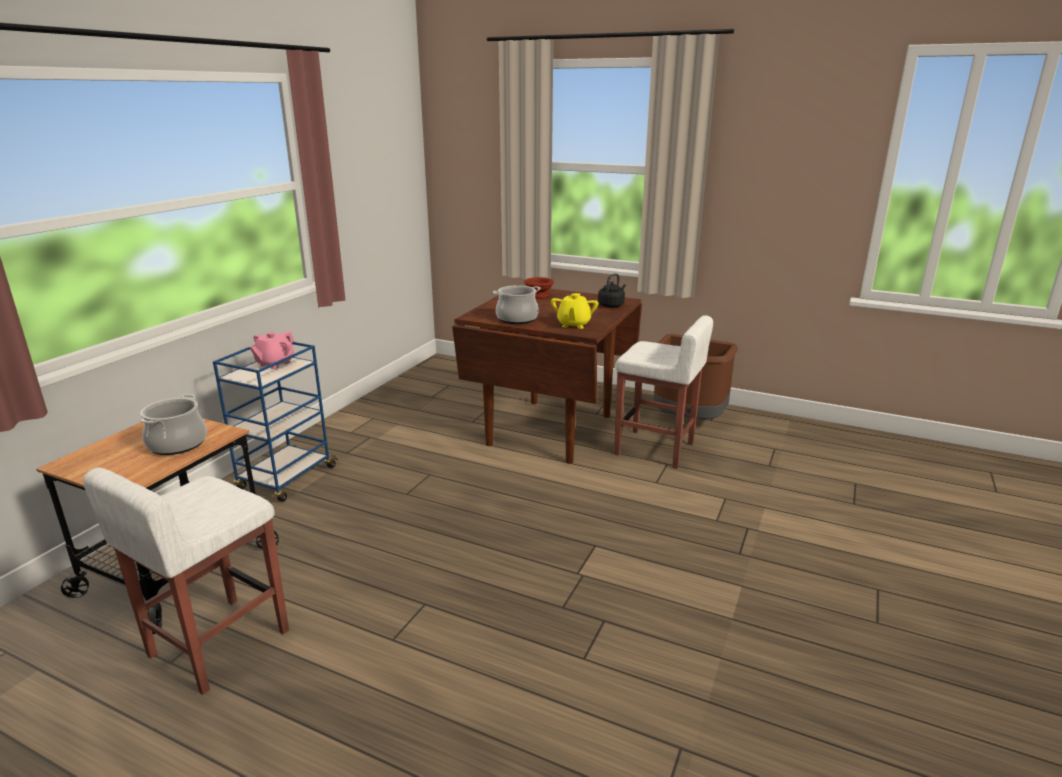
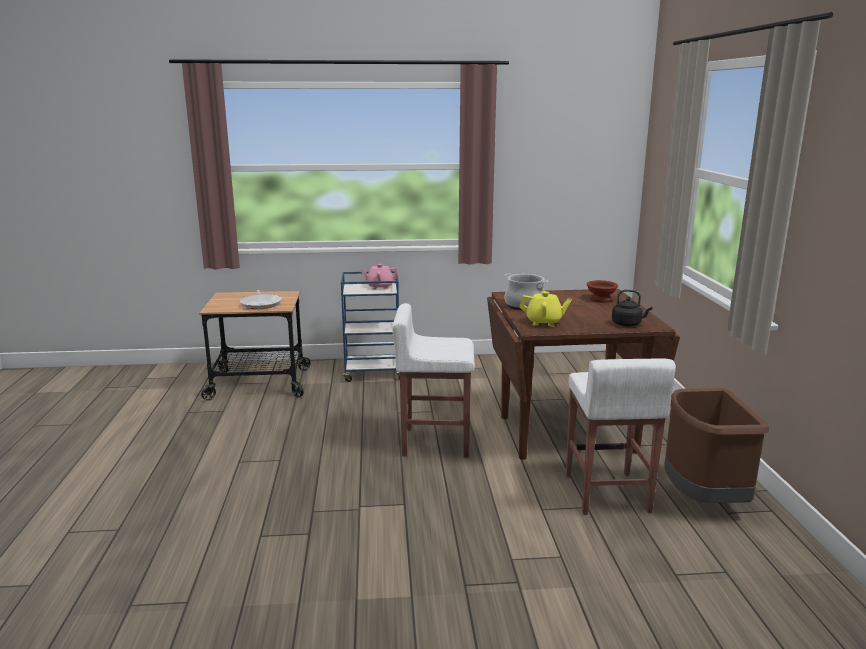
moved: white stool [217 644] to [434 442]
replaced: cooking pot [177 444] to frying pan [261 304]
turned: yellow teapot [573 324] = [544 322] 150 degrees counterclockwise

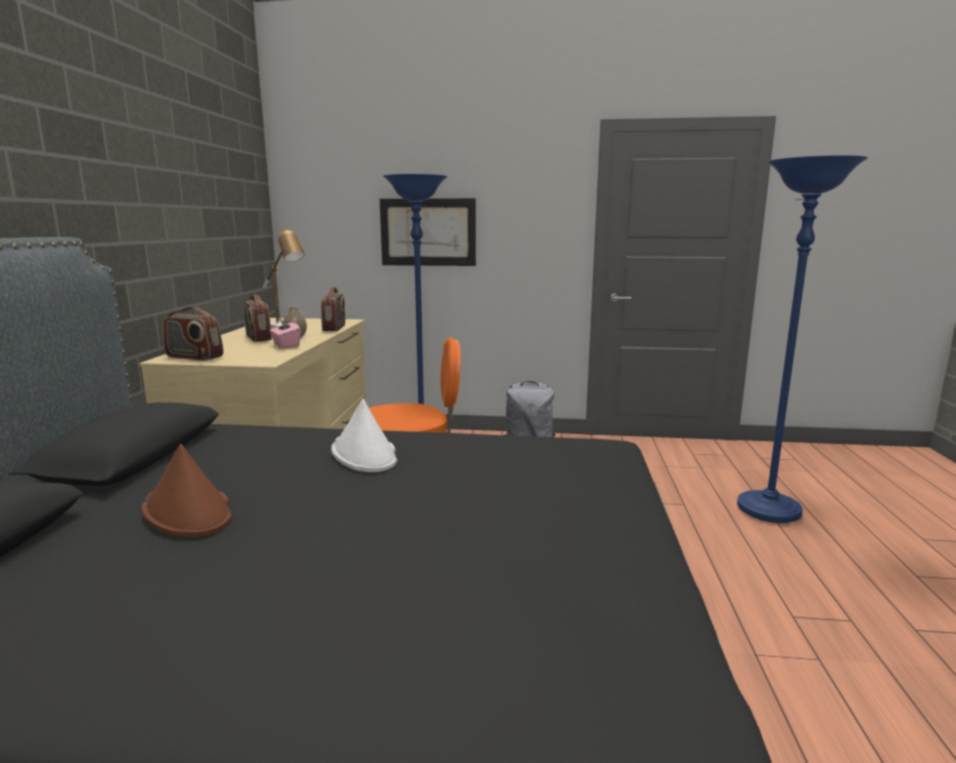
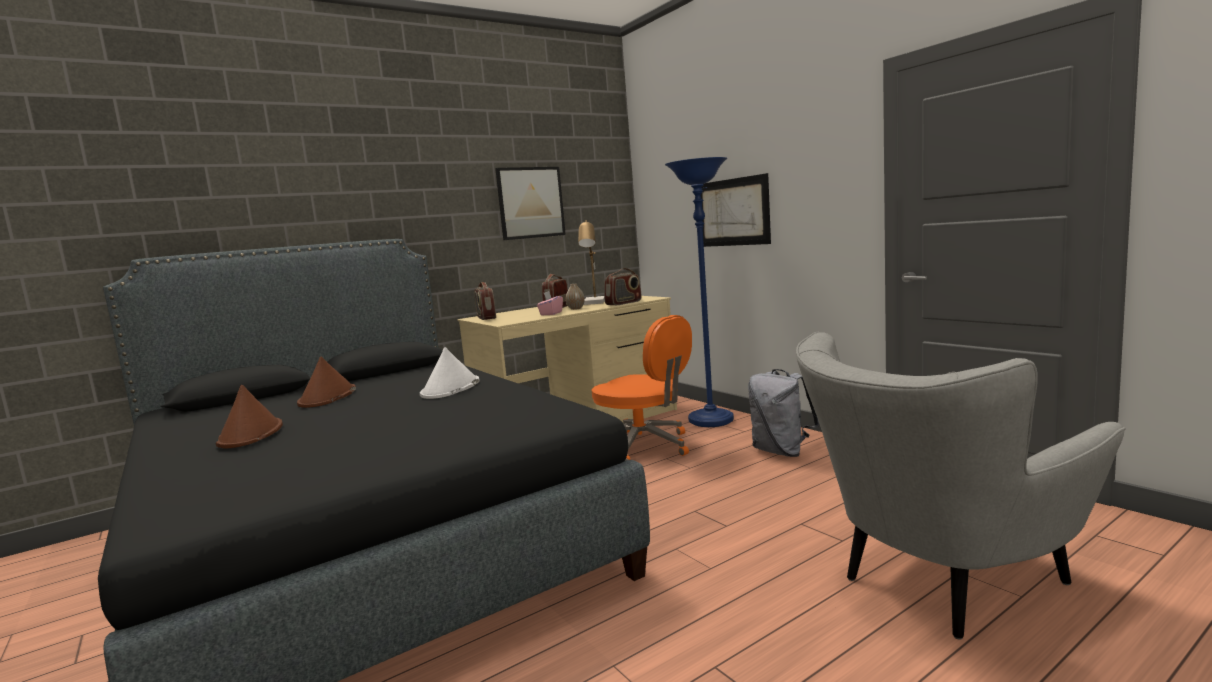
added: brown hat [251 435]; picture [530 203]
replaced: blue floor lamp [768 510] to grey armchair [940 584]

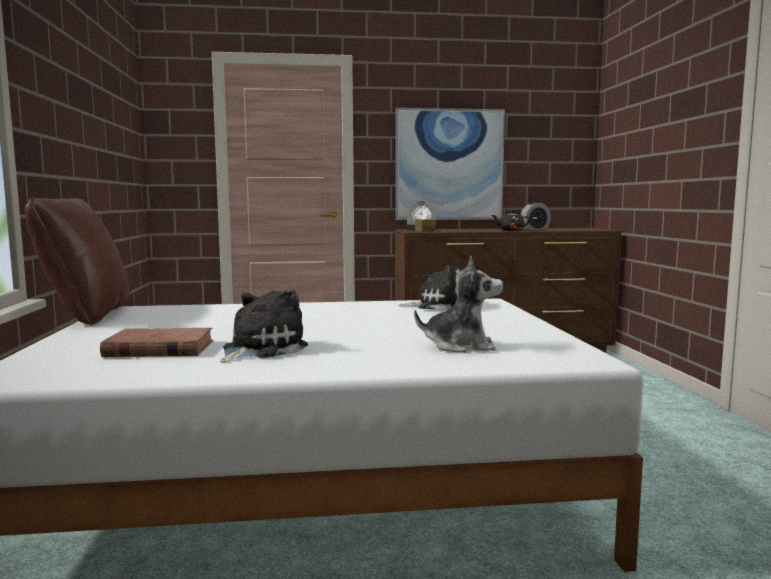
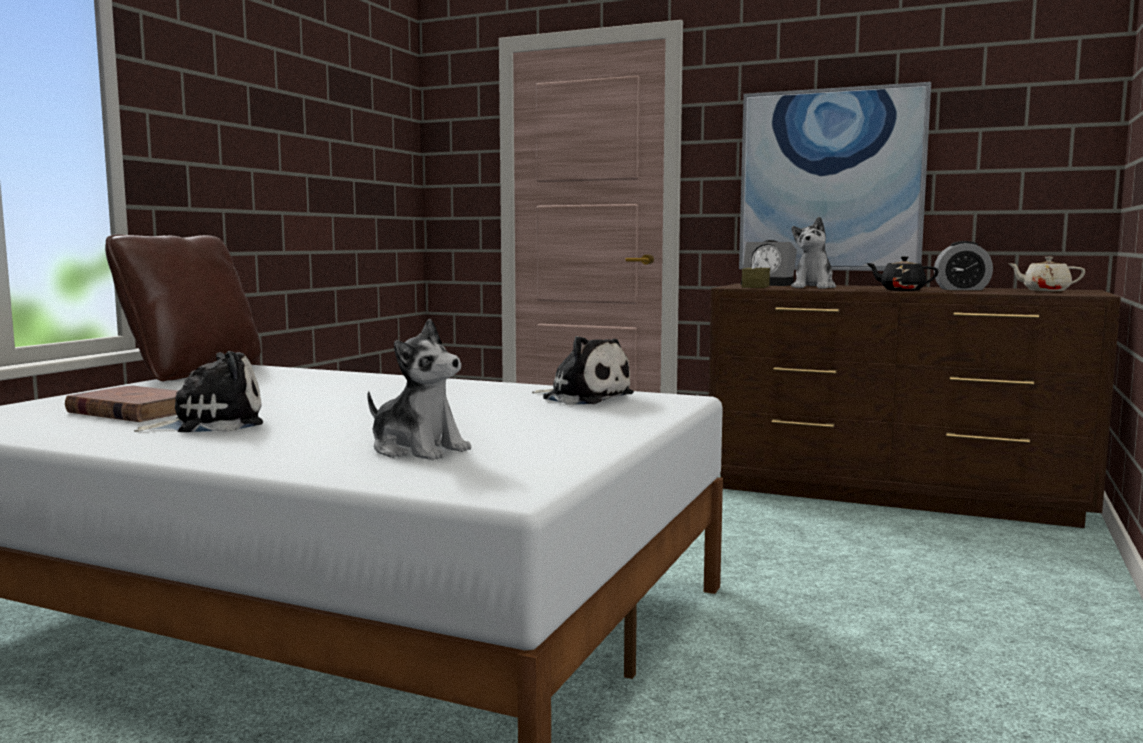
added: plush toy [813 287]; beige teapot [1045 290]

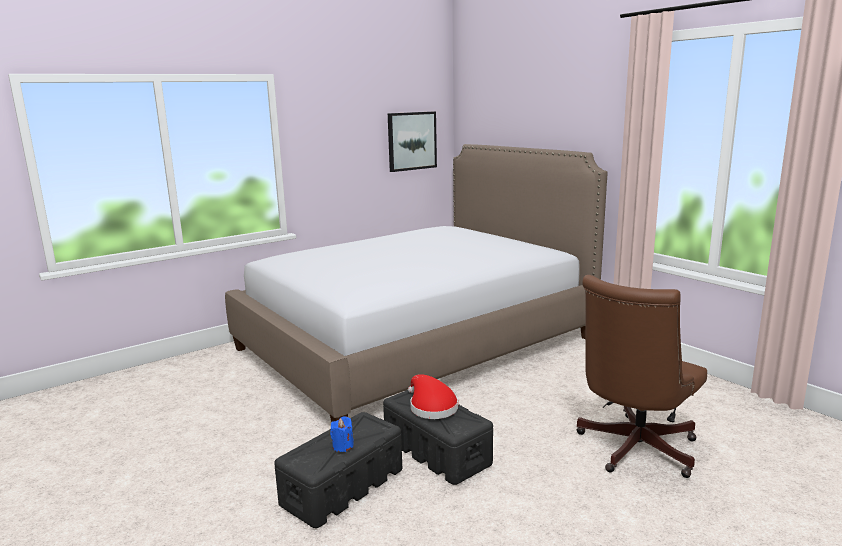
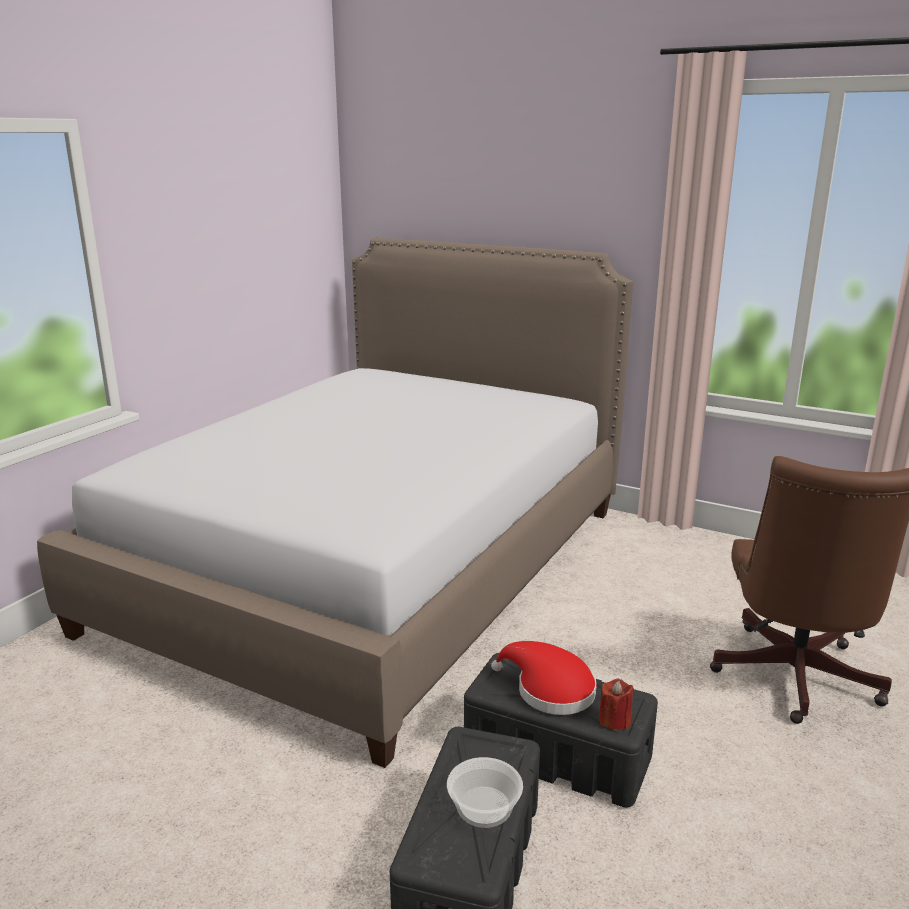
removed: picture [411 141]
added: red candle [614 720]
replaced: blue candle [343 446] to bowl [483 806]

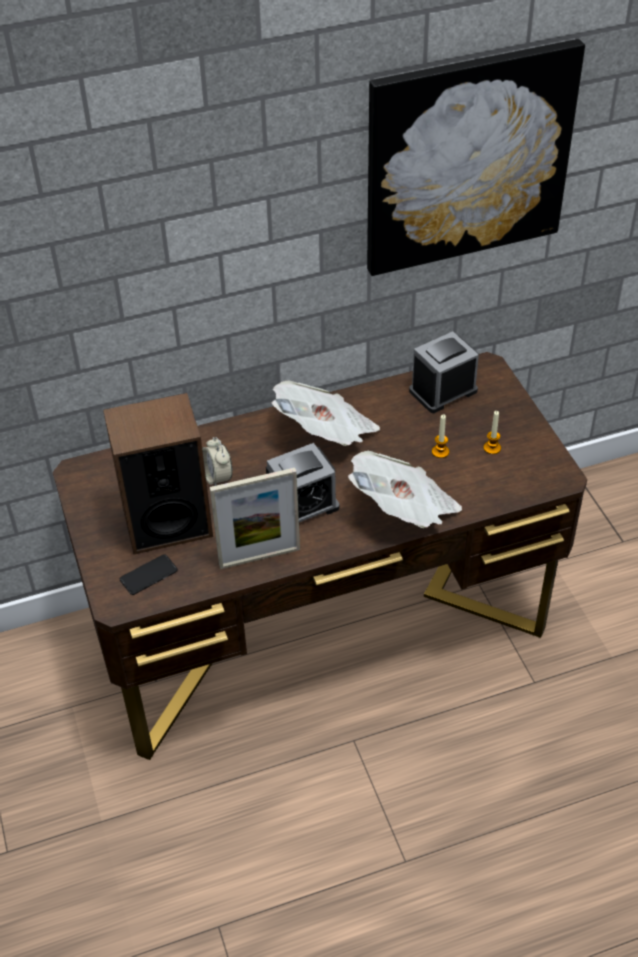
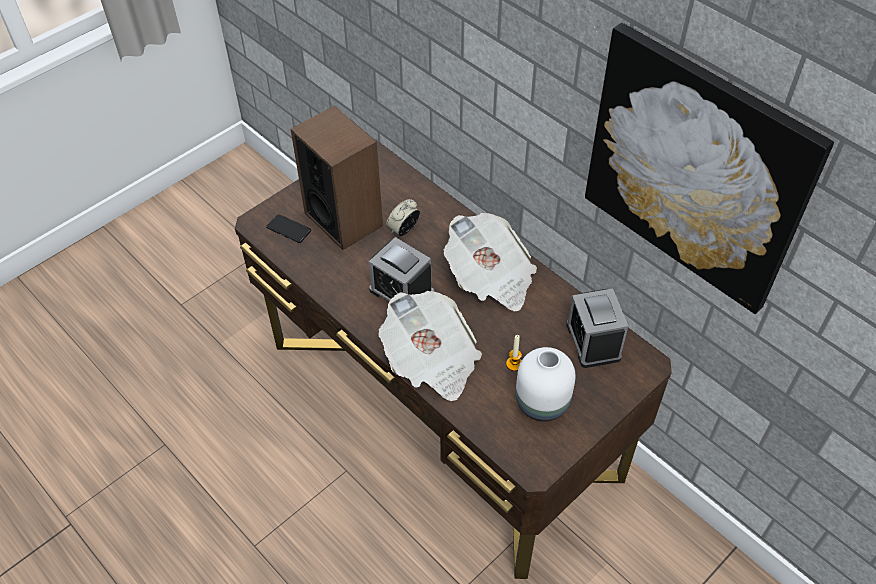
removed: picture frame [259 557]
replaced: candle [492 448] to white vase [541 401]
turned: alarm clock [443 391] = [593 341] 135 degrees counterclockwise

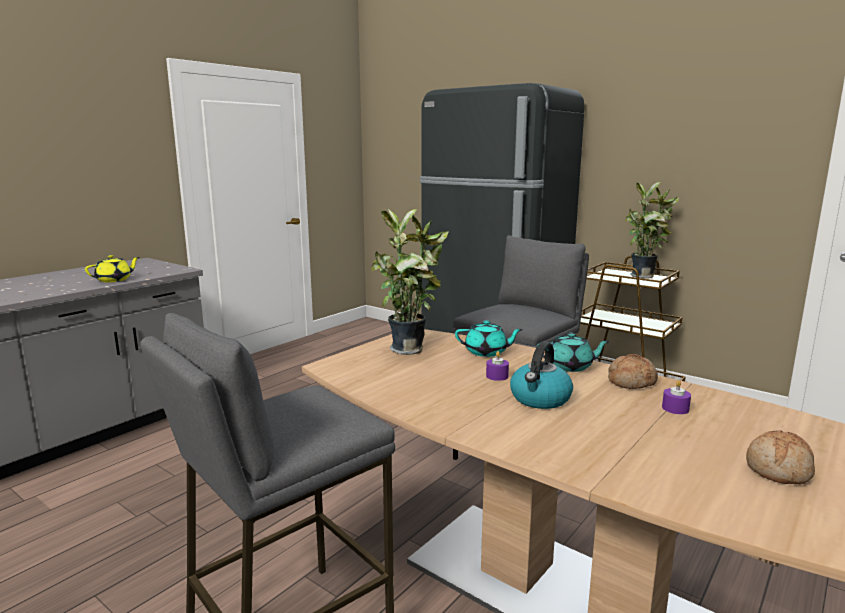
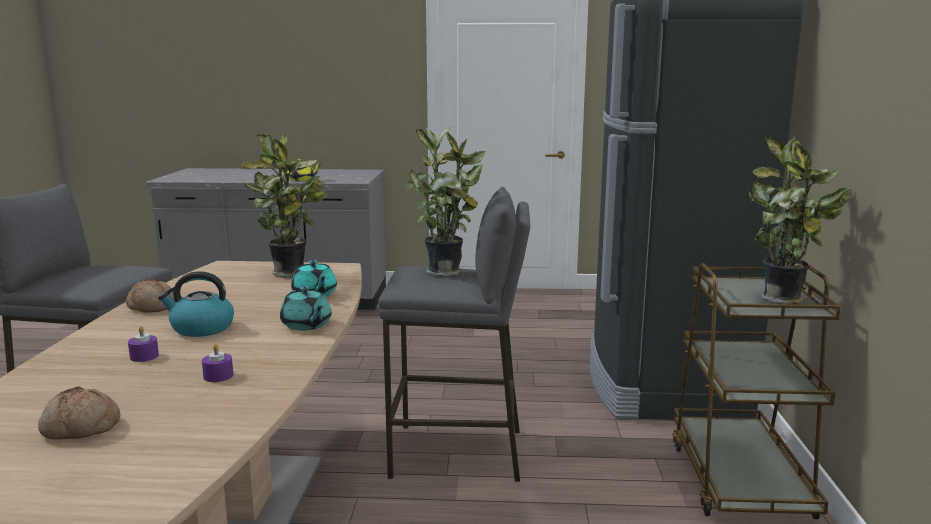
added: potted plant [448 272]
moved: purple candle [497 376] to [144 356]; bread [631 381] to [152 306]

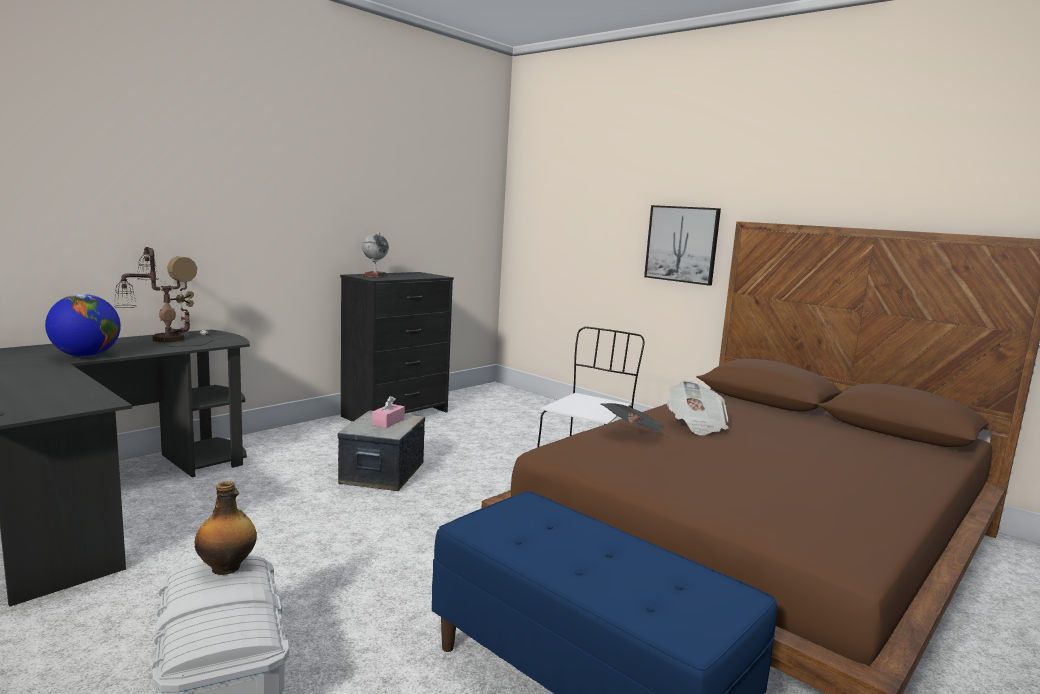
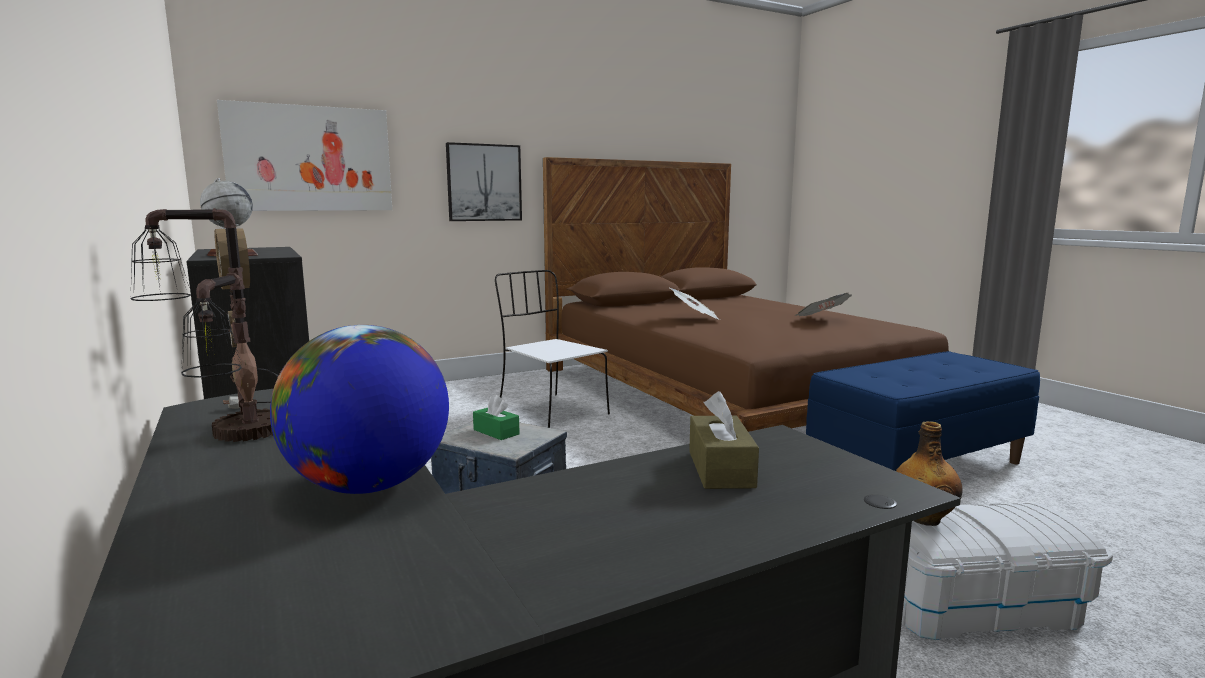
added: picture [310 159]; brown tissue box [720 469]
moved: newspaper [633 435] to [821 319]
recoloured: pink tissue box [388 422] to green tissue box [496 432]

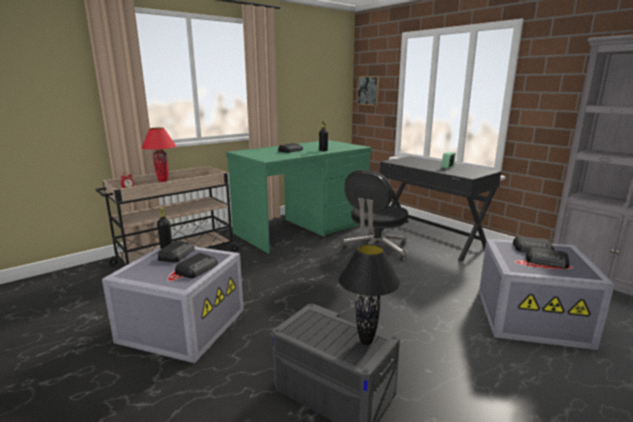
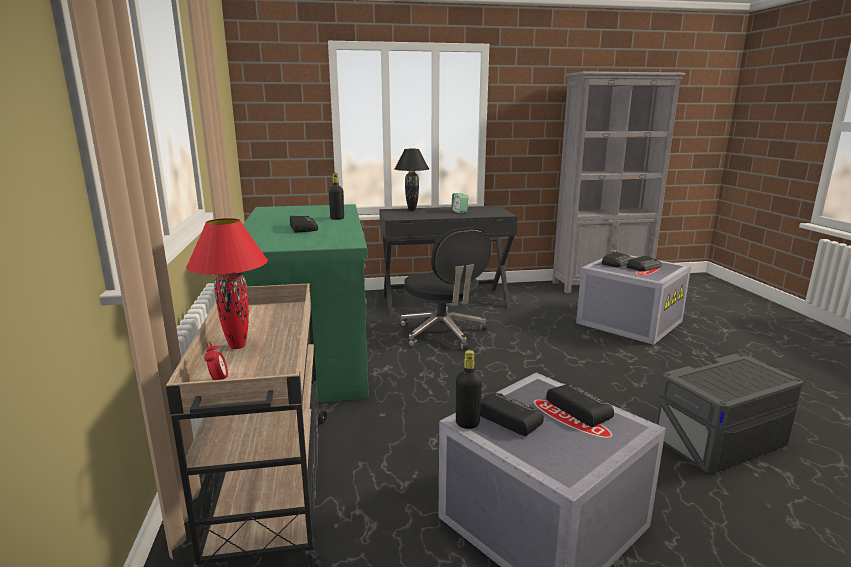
removed: picture [368 90]
moved: black table lamp [366 342] to [412 210]

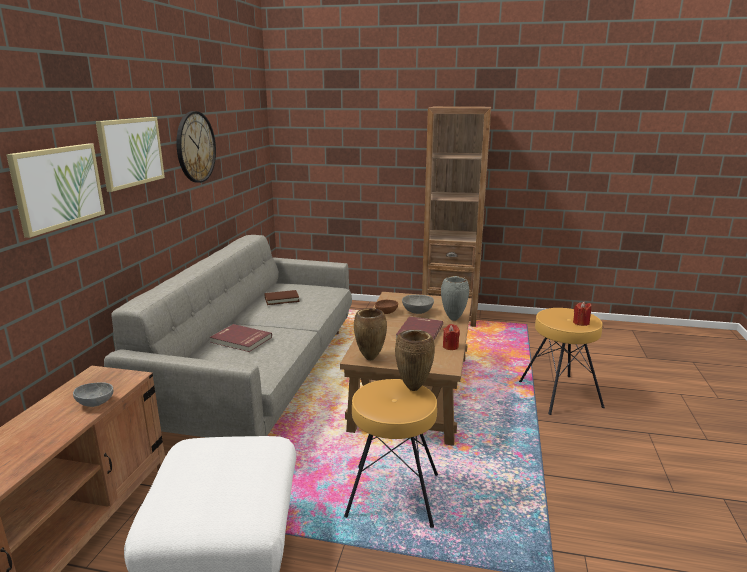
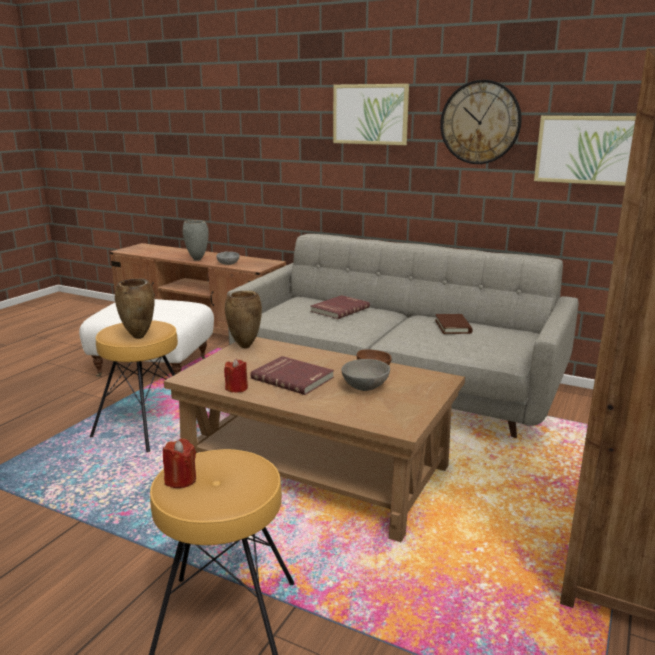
moved: picture [58 187] to [585 150]; grey vase [453 319] to [198 259]

